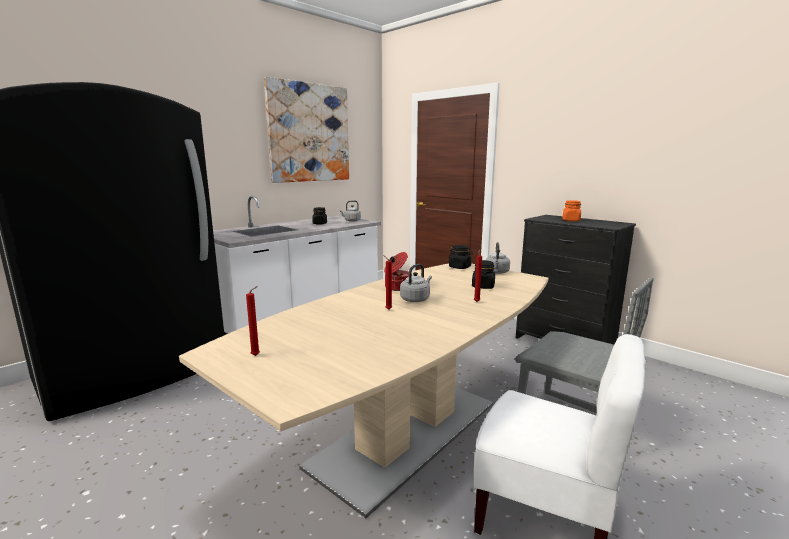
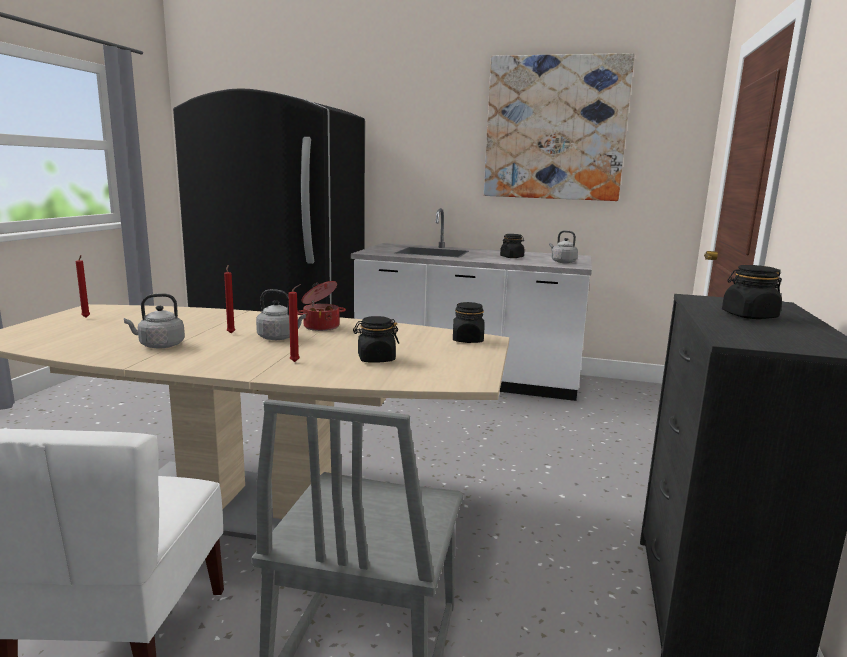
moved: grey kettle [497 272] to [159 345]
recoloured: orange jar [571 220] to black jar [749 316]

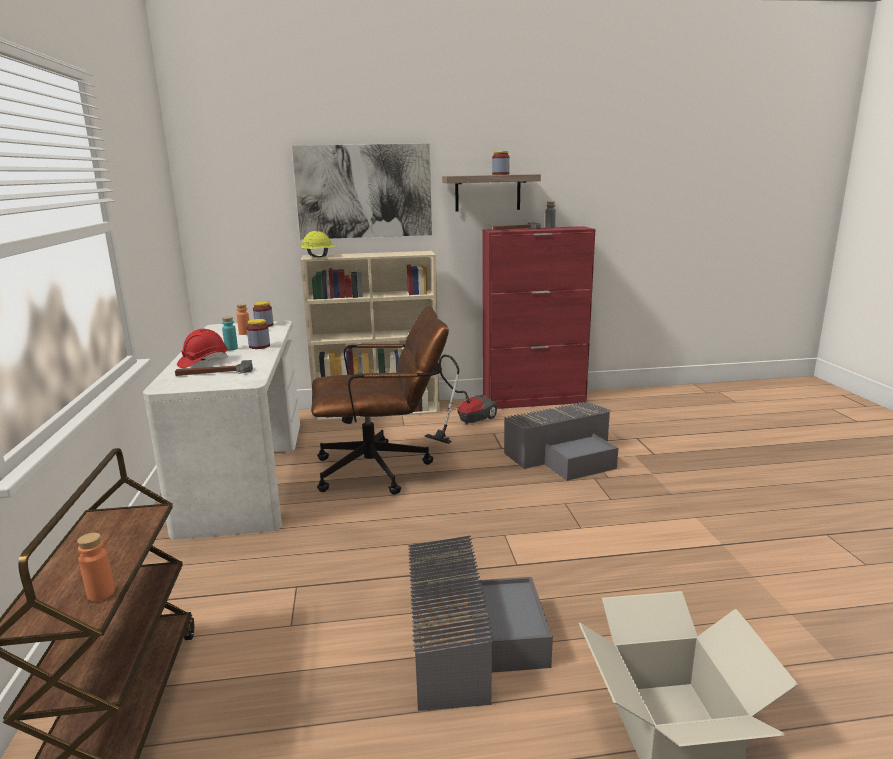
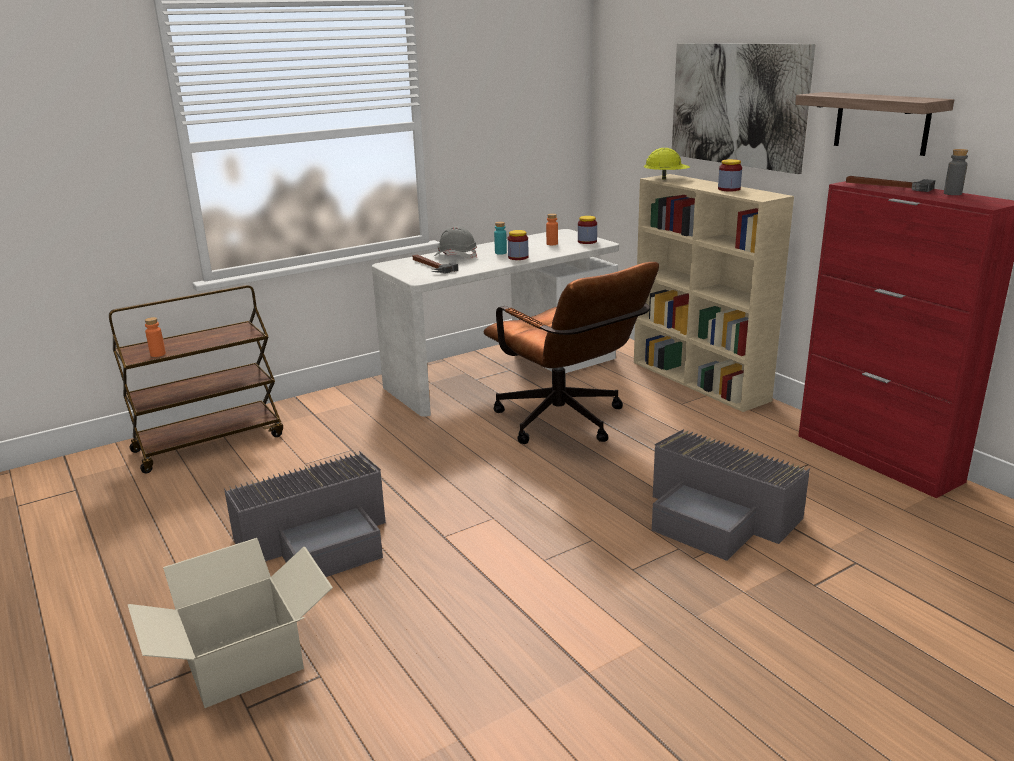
removed: vacuum cleaner [465 423]
moved: jar [500 174] to [729 189]
recoloured: red hard hat [203 362] to grey hard hat [455 256]

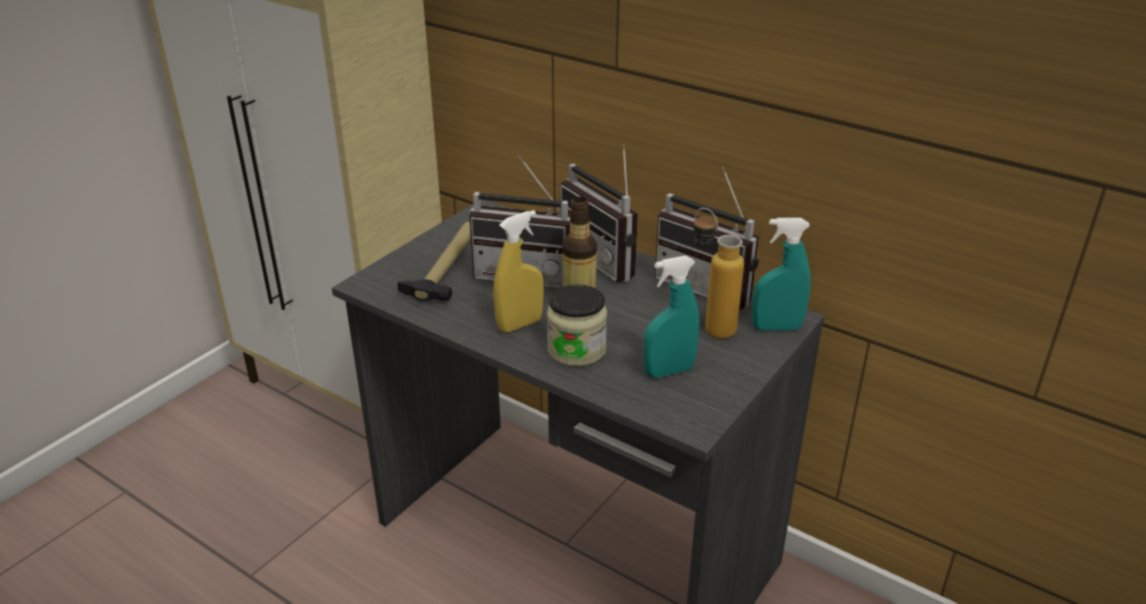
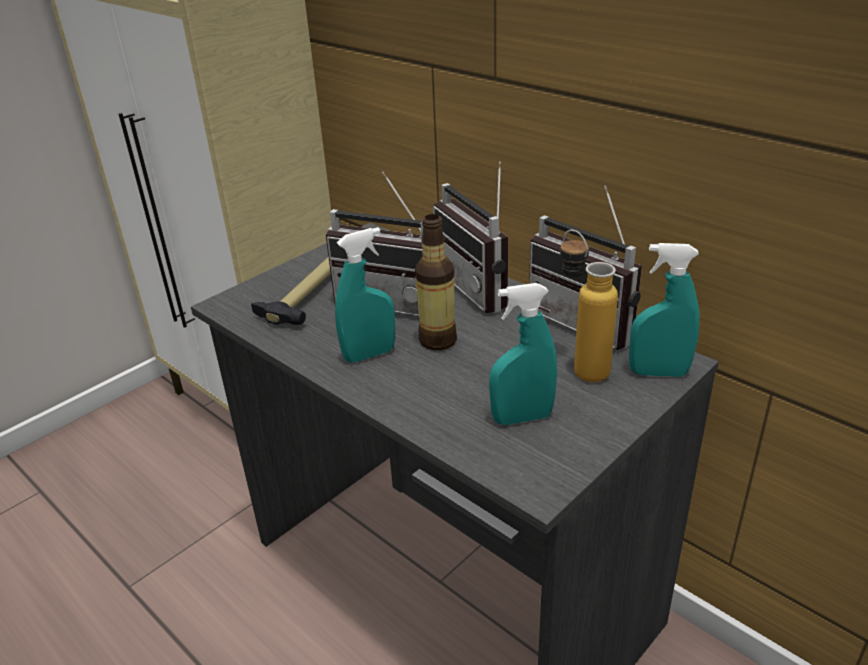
removed: jar [576 350]
recoloured: yellow spray bottle [520 324] to turquoise spray bottle [369 354]

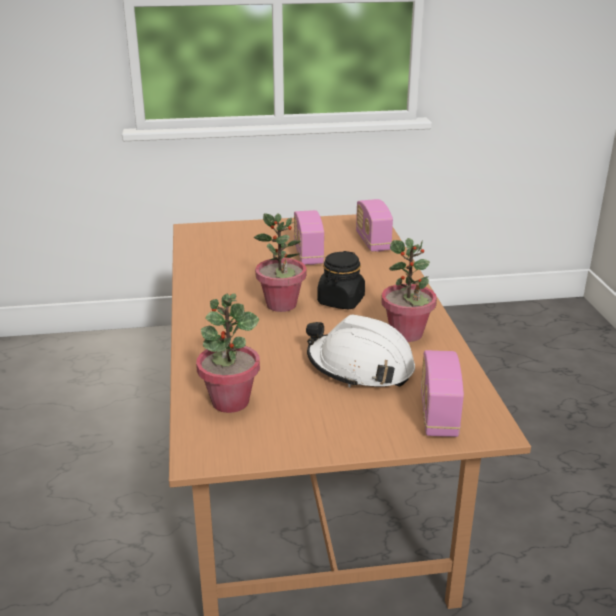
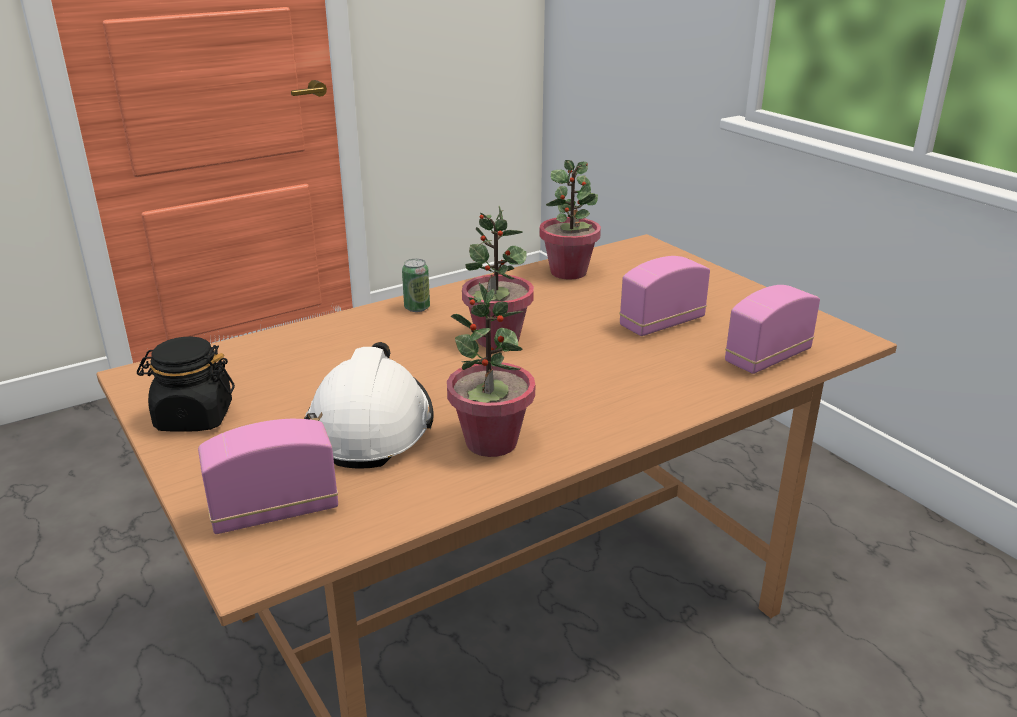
added: can [417 308]
moved: potted plant [230 401] to [569 272]; black jar [341 301] to [193 417]

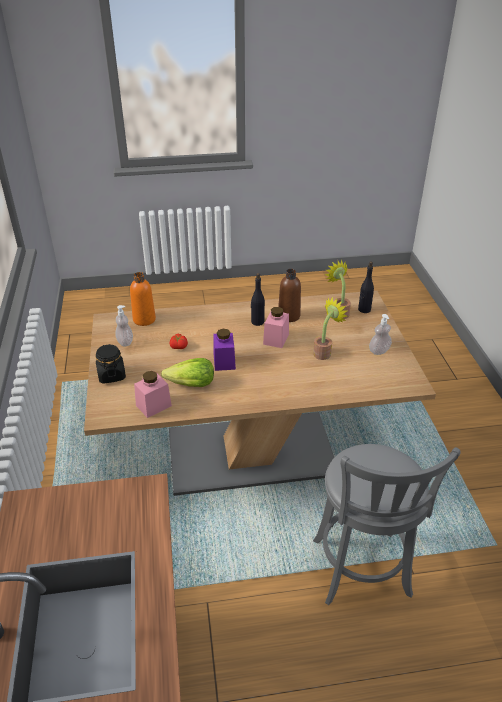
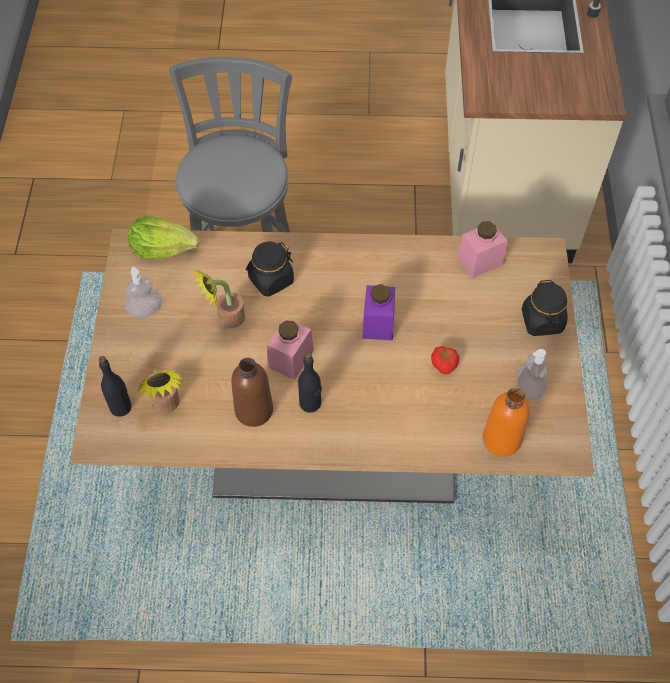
added: black jar [271 280]
moved: lettuce [191 384] to [163 248]

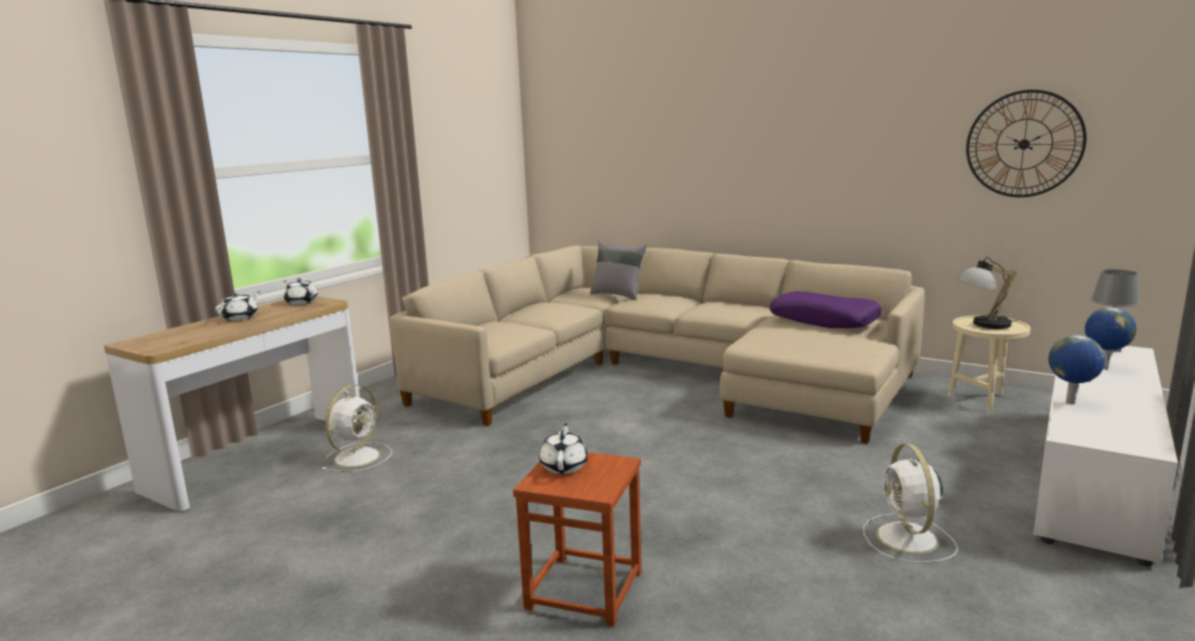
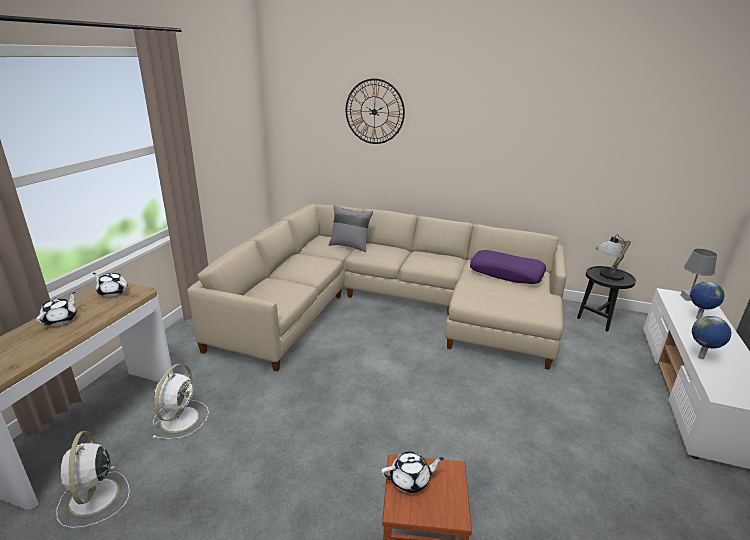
moved: white fan [908 539] to [94 498]; wall clock [1024 144] to [374 112]
recoloured: beige side table [983 399] to black side table [598 320]
turned: white teapot [564 466] = [410 480] 90 degrees clockwise

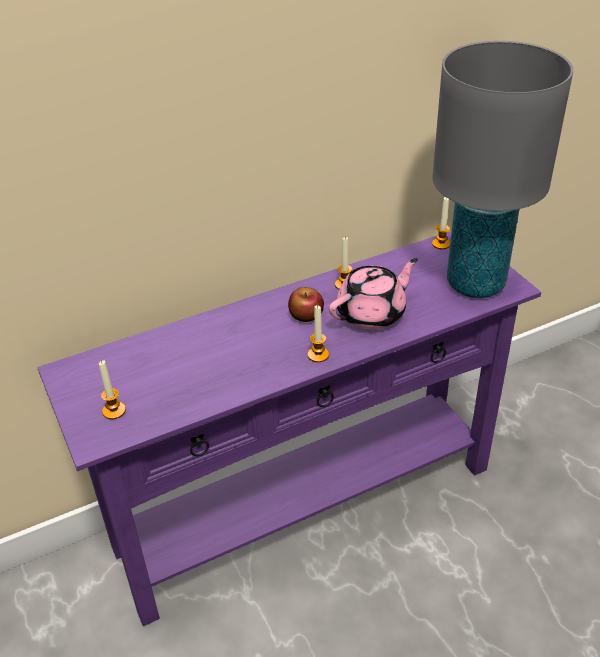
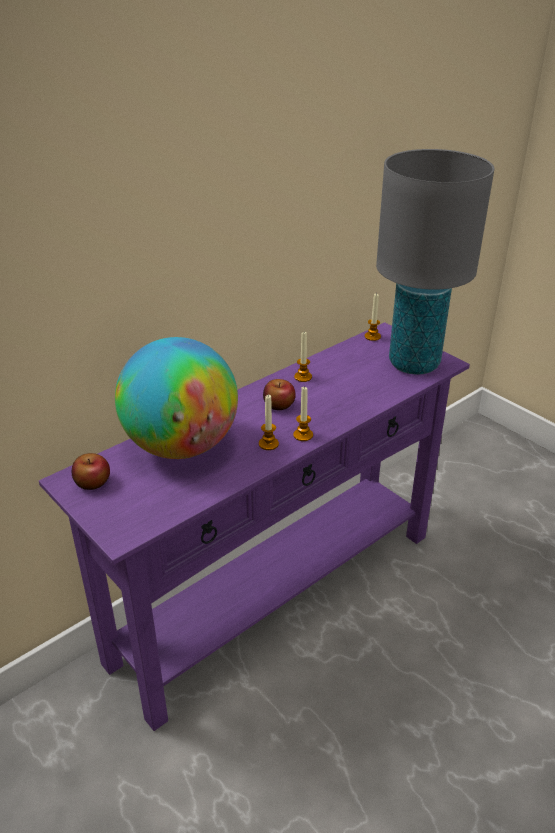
removed: pink teapot [372 313]
added: apple [93 482]; globe [181 446]
moved: candle [114 411] to [268 444]

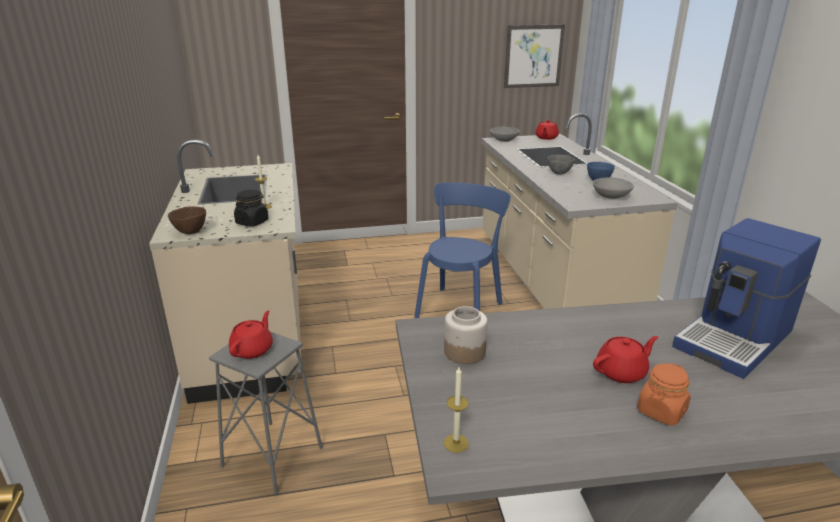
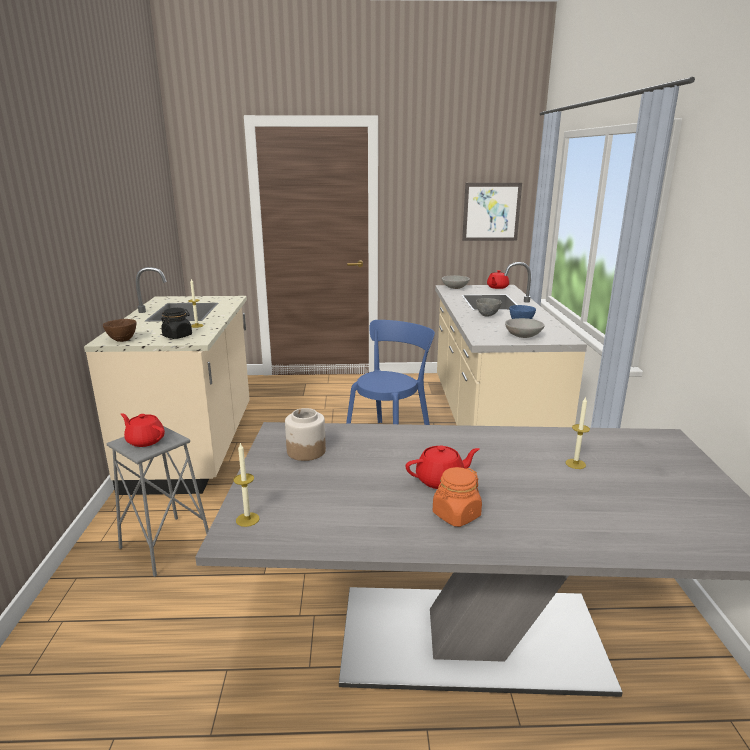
replaced: coffee machine [735 339] to candle [575 464]
turned: red teapot [253 349] = [145 440] 90 degrees counterclockwise

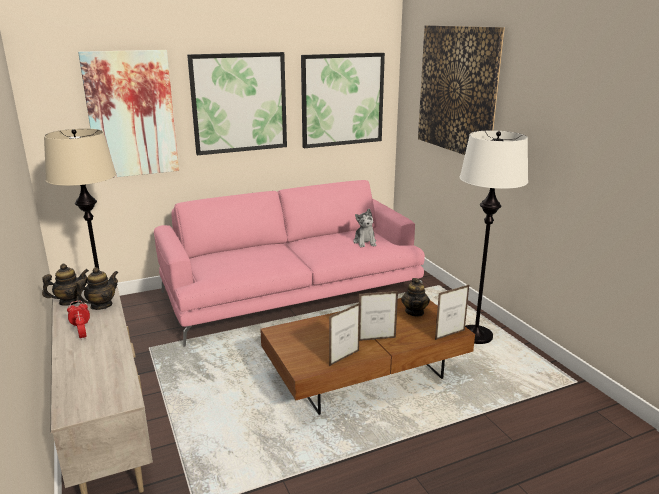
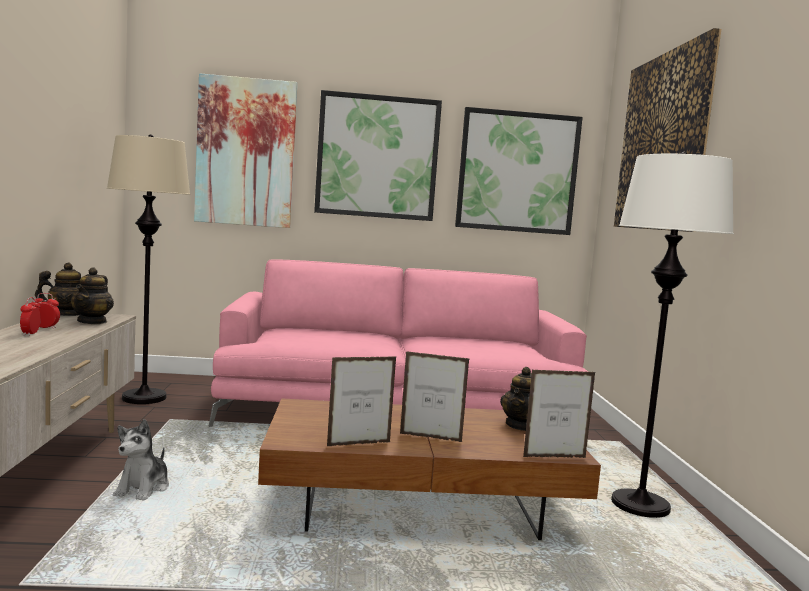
moved: plush toy [365 242] to [143 489]
turned: teapot [101 305] = [92 322] 120 degrees clockwise

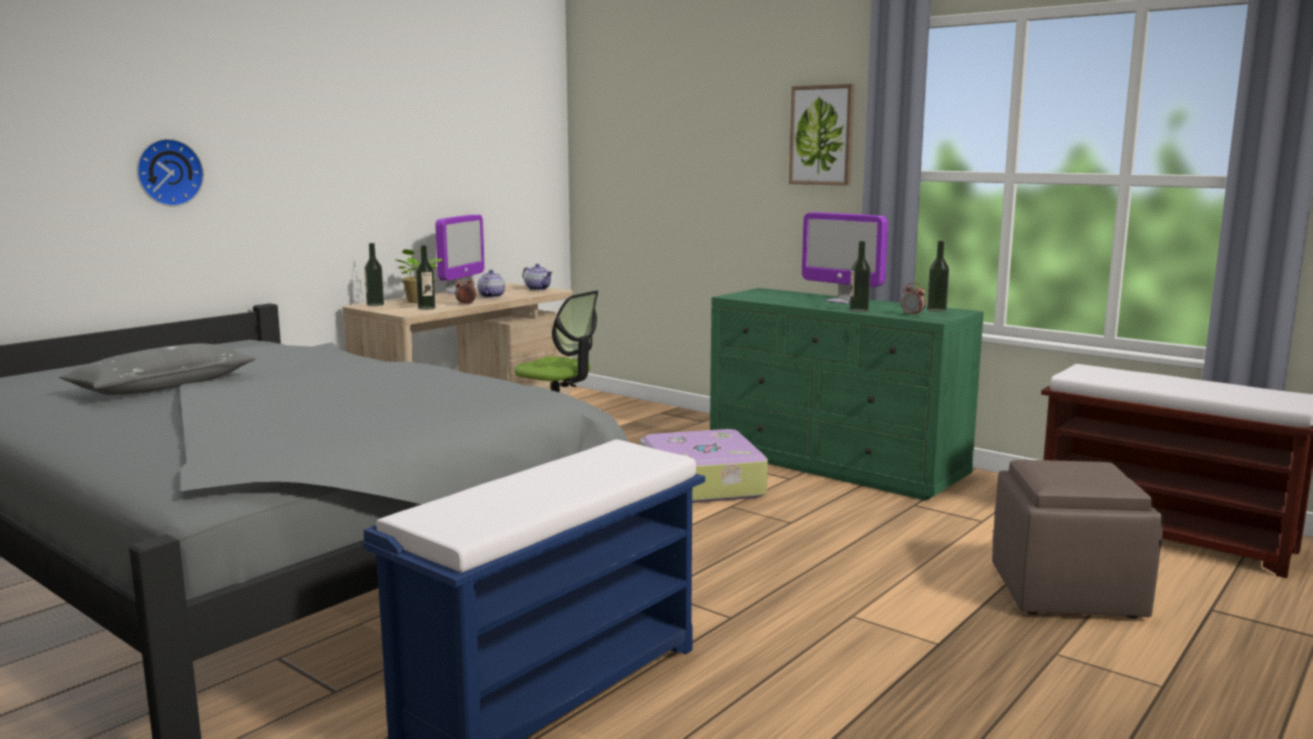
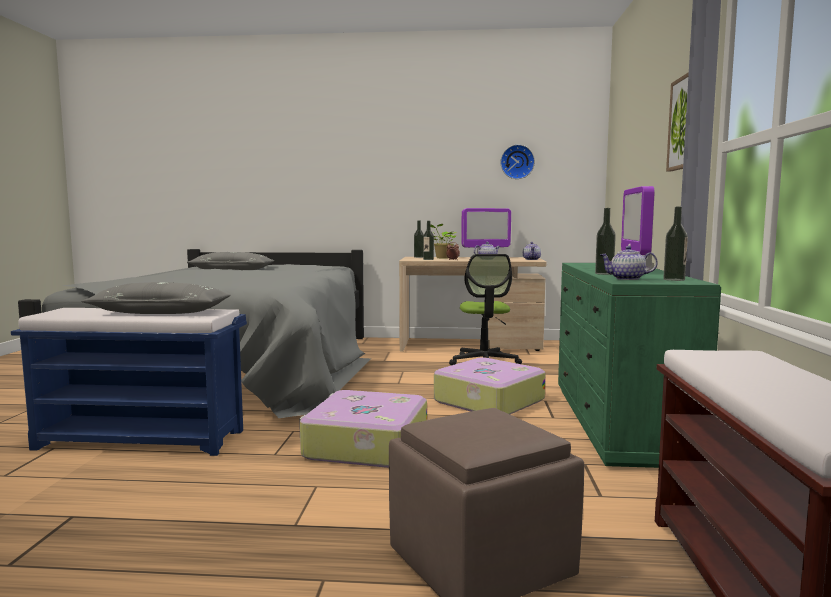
added: grey pillow [161 313]; suitcase [365 445]
moved: wall clock [168 172] to [517 162]
replaced: alarm clock [912 315] to teapot [627 279]

